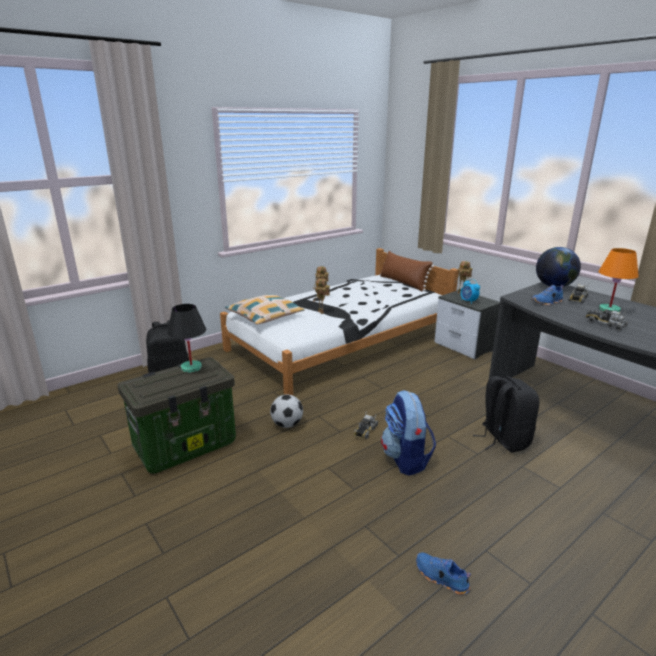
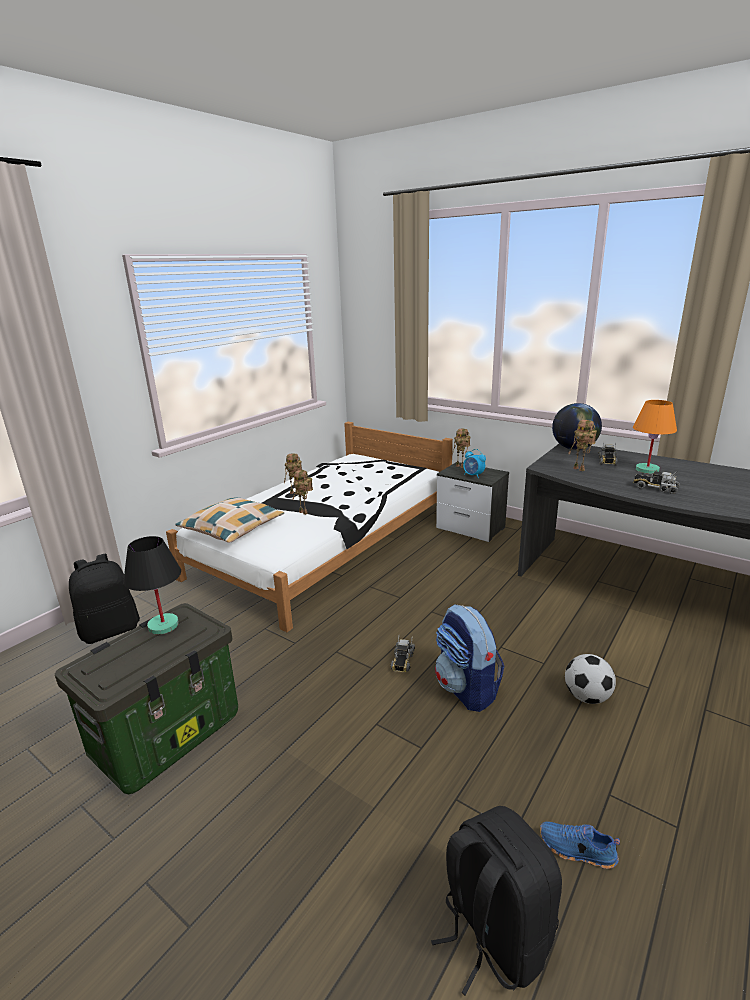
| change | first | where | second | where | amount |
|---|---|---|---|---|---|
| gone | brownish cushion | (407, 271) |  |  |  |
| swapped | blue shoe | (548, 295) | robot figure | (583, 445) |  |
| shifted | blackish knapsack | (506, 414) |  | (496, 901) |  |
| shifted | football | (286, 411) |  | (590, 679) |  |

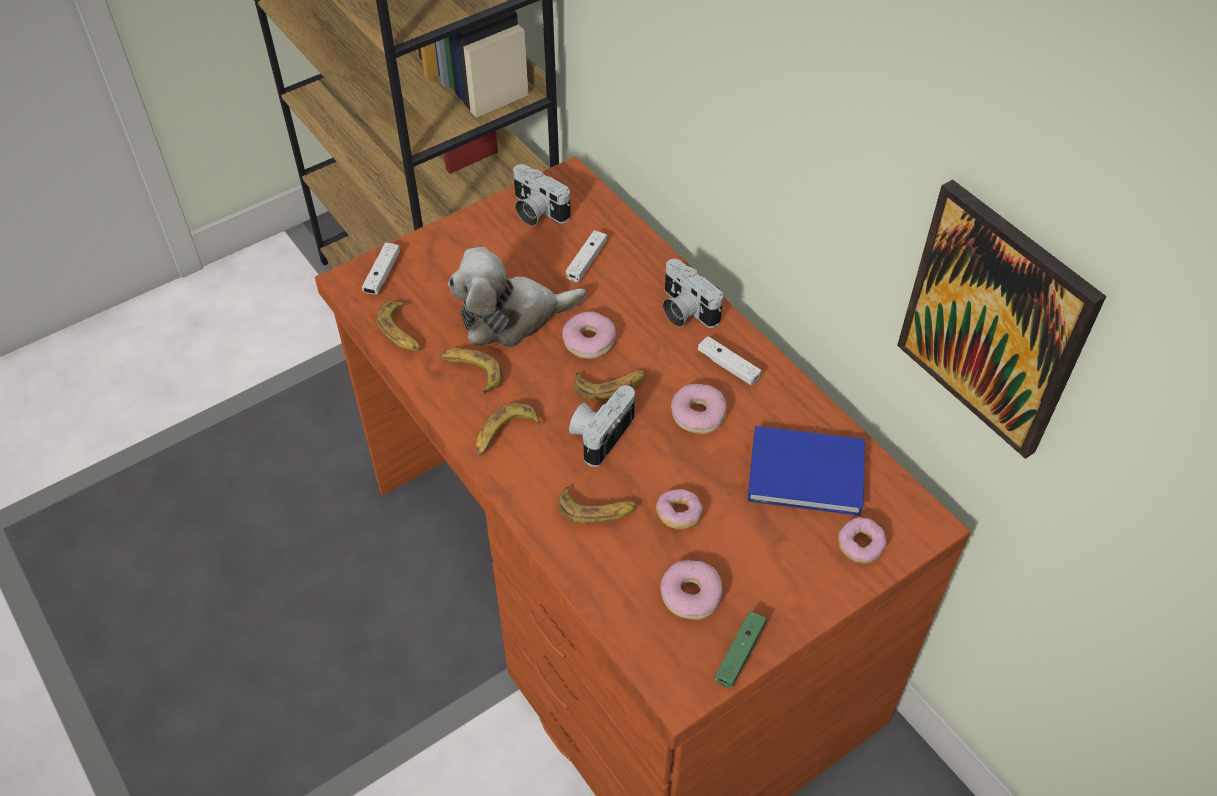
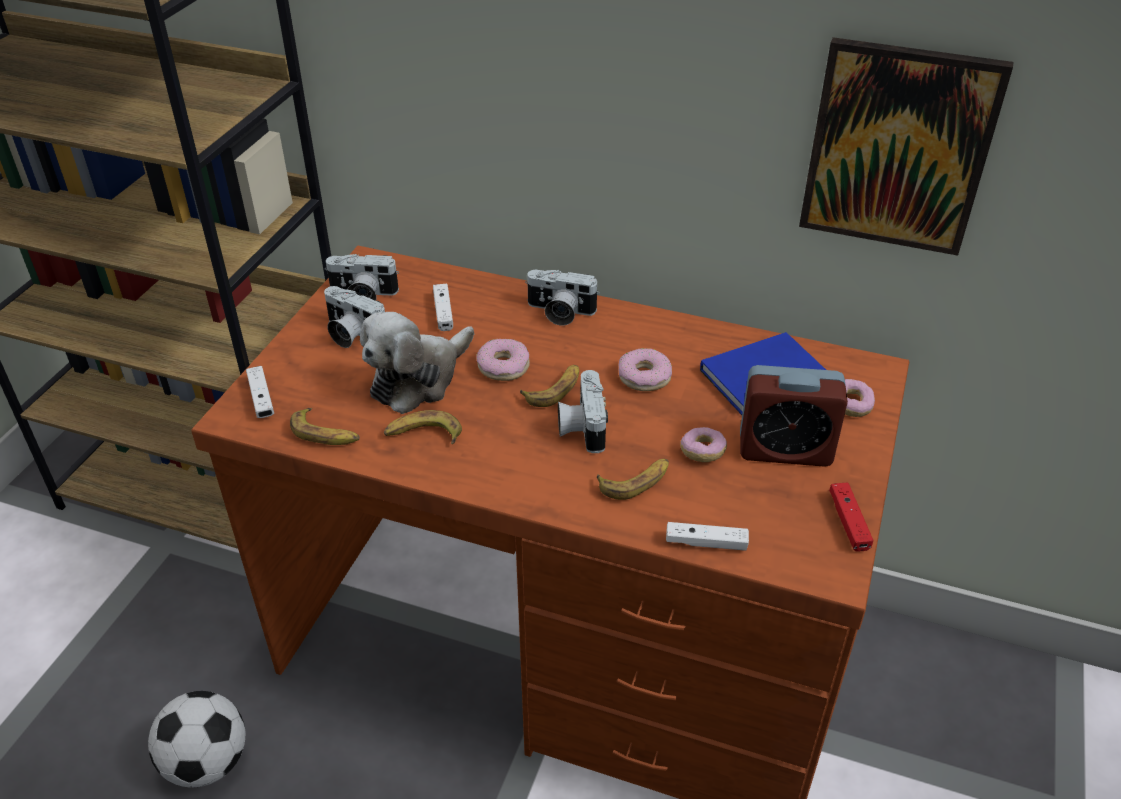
| change | first | where | second | where | amount |
|---|---|---|---|---|---|
| shifted | white joypad | (729, 361) |  | (707, 536) |  |
| gone | banana | (508, 429) |  |  |  |
| gone | donut | (691, 590) |  |  |  |
| repainted | greenish joypad | (741, 649) | reddish joypad | (851, 517) |  |
| new |  |  | still camera | (354, 317) |  |
| new |  |  | alarm clock | (794, 416) |  |
| new |  |  | football | (197, 739) |  |

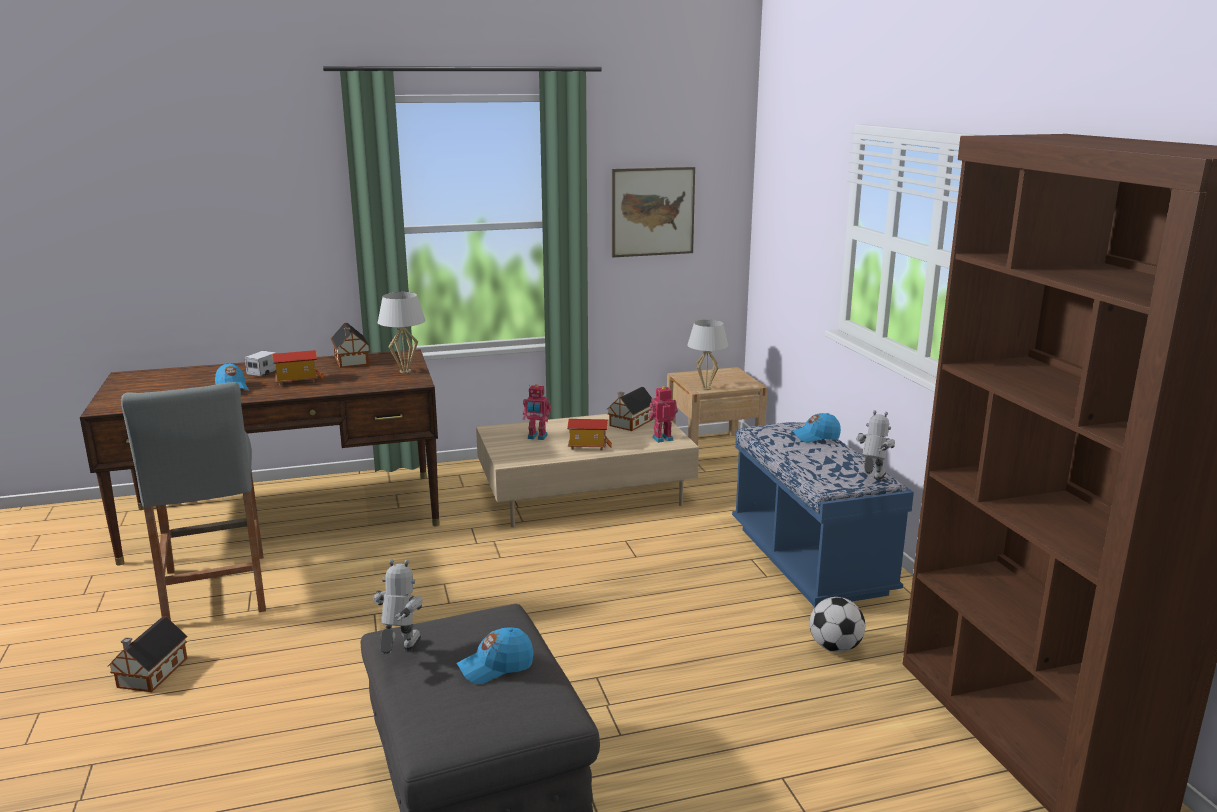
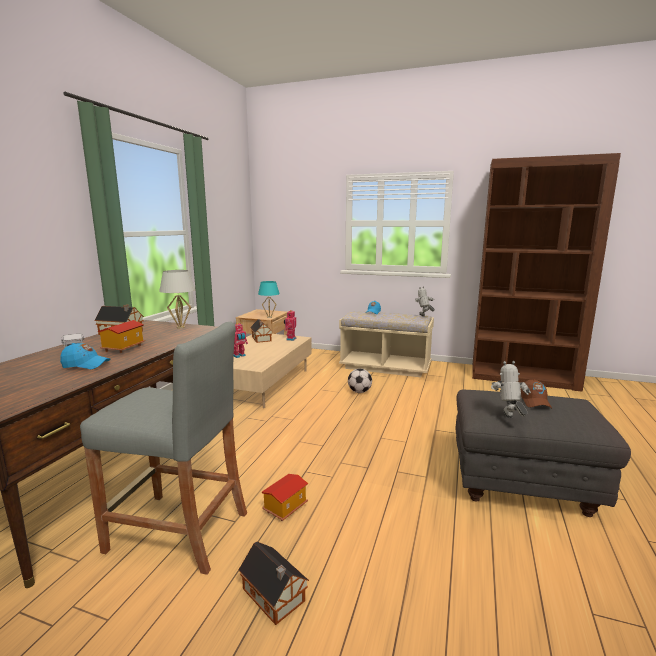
| change | first | where | second | where | amount |
|---|---|---|---|---|---|
| gone | picture | (653, 212) |  |  |  |
| repainted | white lamp for a table | (707, 355) | turquoise lamp for a table | (269, 299) |  |
| shifted | toy house | (589, 434) |  | (285, 497) |  |
| repainted | blue indoor bench | (823, 514) | sand-coloured indoor bench | (386, 344) |  |
| rotated | robot figure | (398, 607) |  | (511, 389) | 45 degrees clockwise |
| shifted | football | (837, 625) |  | (360, 381) |  |
| repainted | blue peaked cap | (495, 656) | brownish peaked cap | (536, 393) |  |

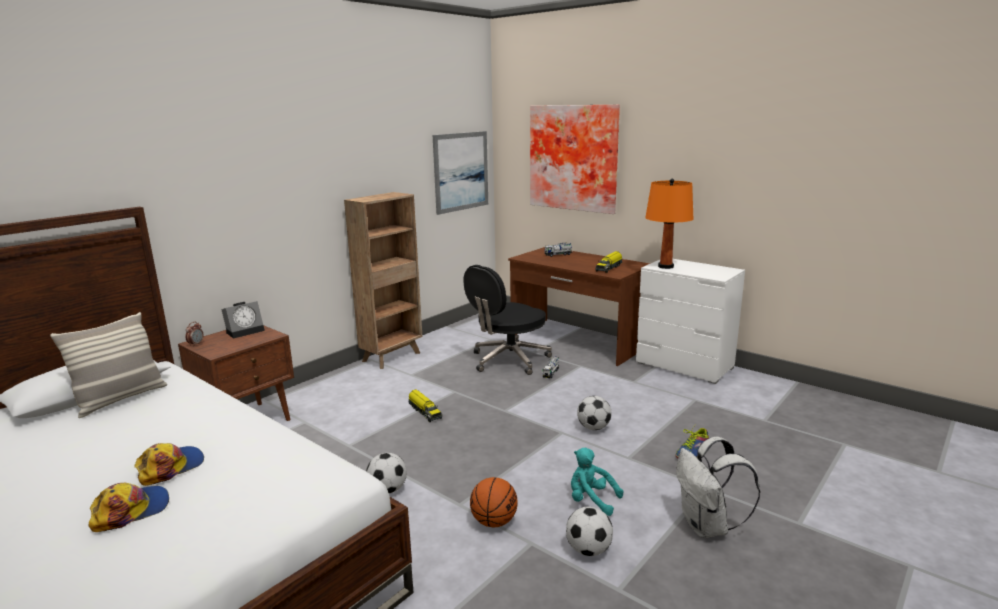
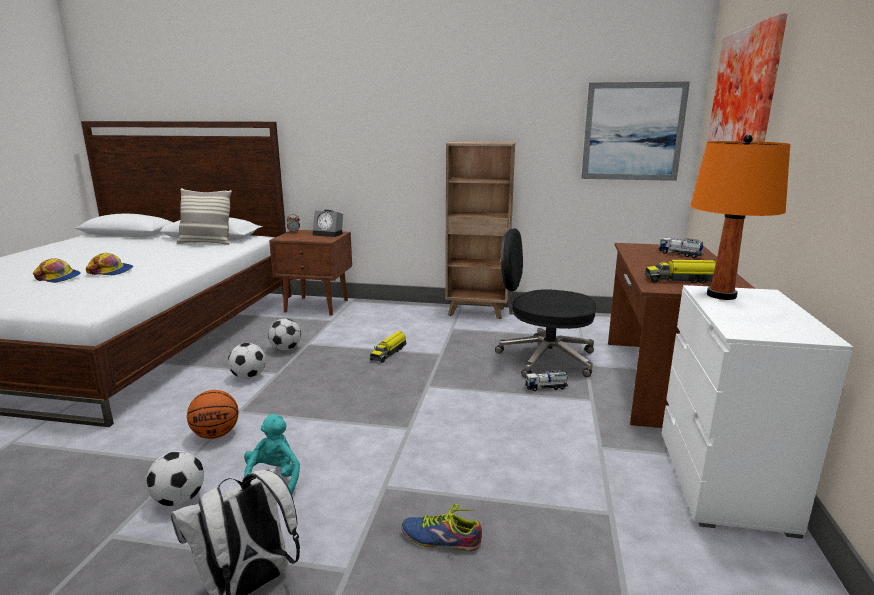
| change | first | where | second | where | amount |
|---|---|---|---|---|---|
| shifted | football | (594, 413) |  | (284, 335) |  |

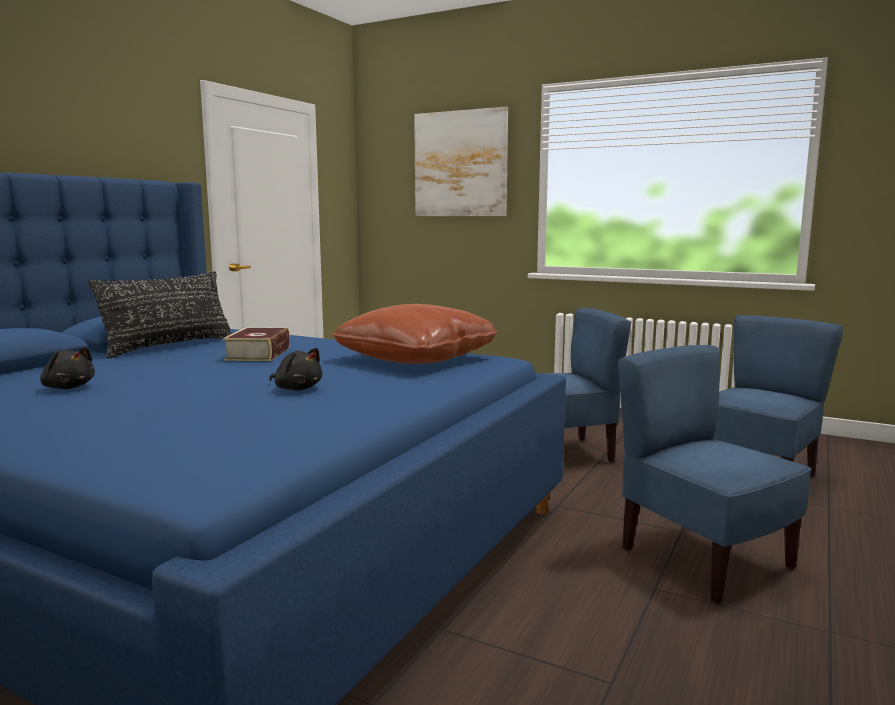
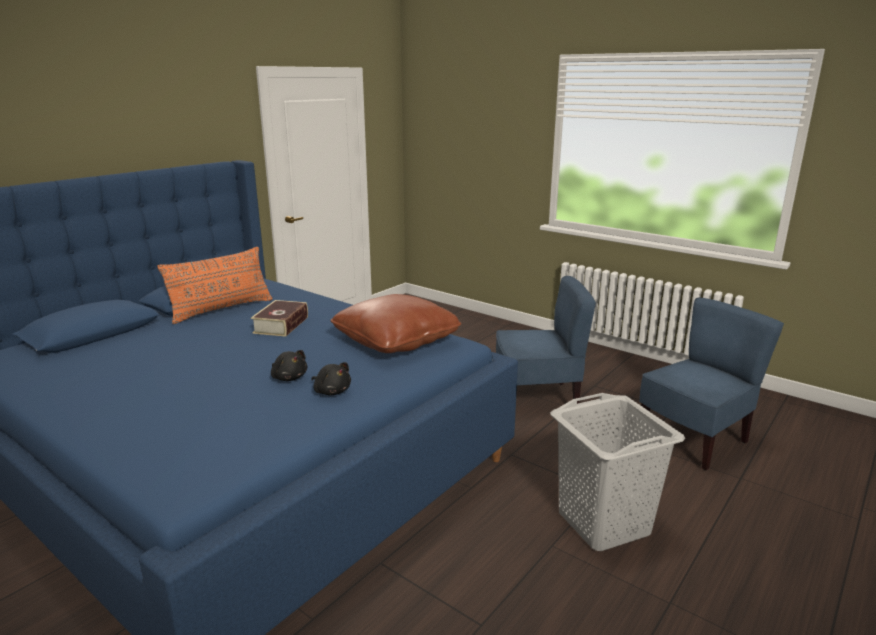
| change | first | where | second | where | amount |
|---|---|---|---|---|---|
| gone | picture | (461, 161) |  |  |  |
| repainted | blackish cushion | (160, 314) | orange-coloured cushion | (215, 285) |  |
| swapped | blue chair | (714, 474) | grey hamper | (617, 472) |  |
| shifted | blackish soft toy | (67, 368) |  | (331, 378) |  |

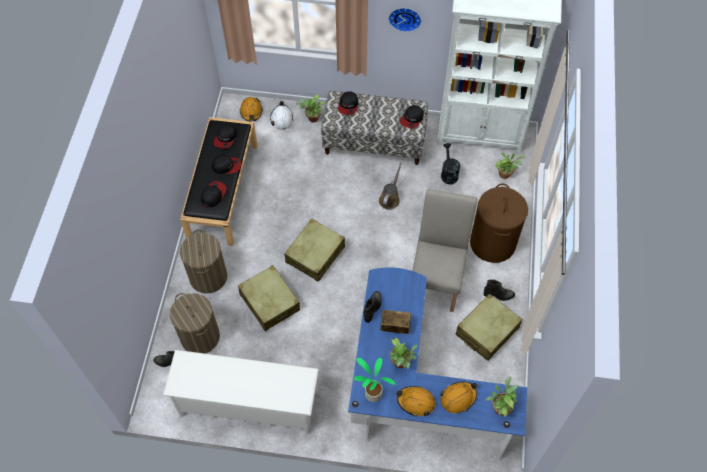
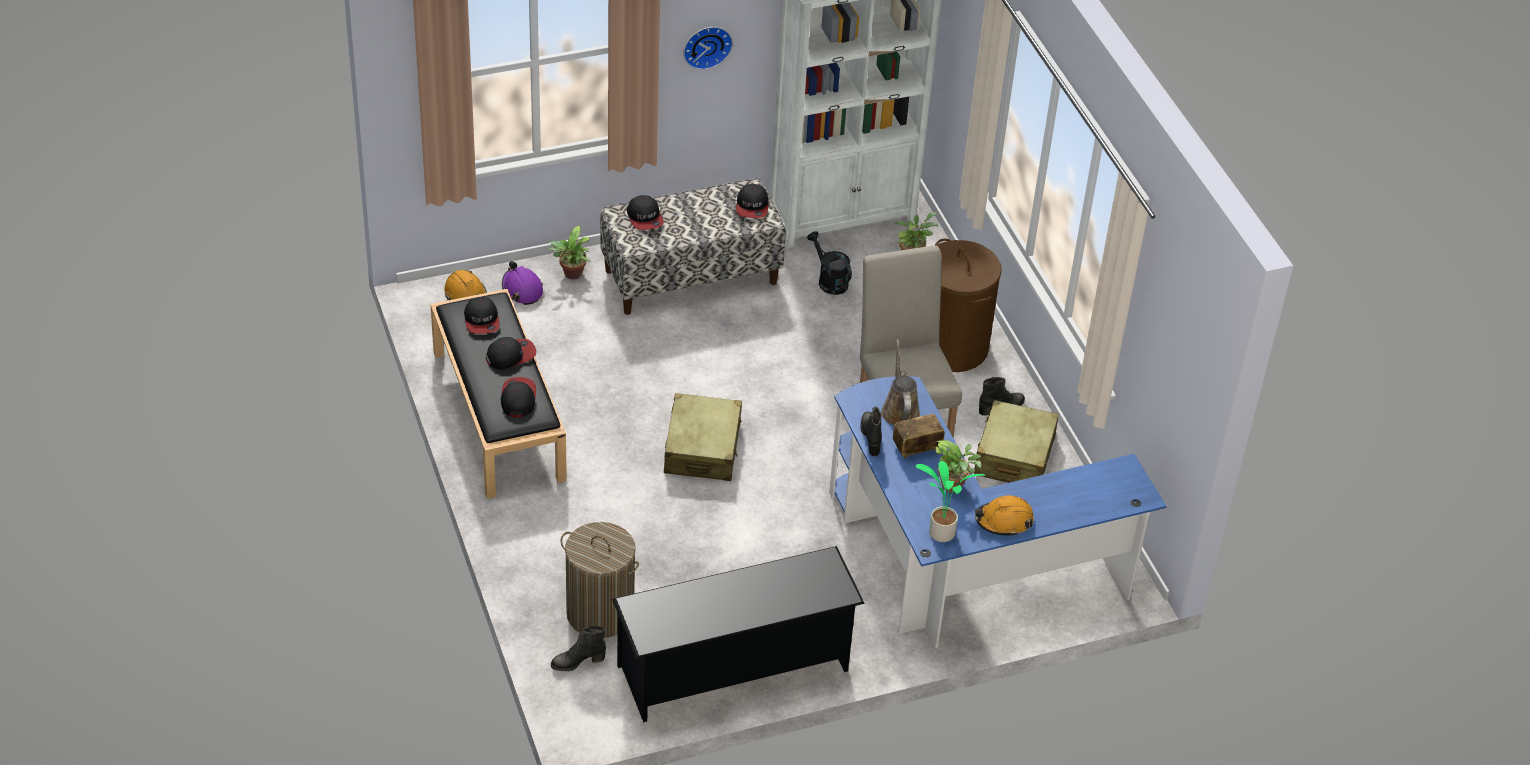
| change | first | where | second | where | amount |
|---|---|---|---|---|---|
| repainted | white hard hat | (281, 115) | purple-coloured hard hat | (522, 283) |  |
| shifted | brownish watering pot | (390, 186) |  | (900, 382) |  |
| gone | hamper | (203, 262) |  |  |  |
| gone | sand-coloured suitcase | (269, 298) |  |  |  |
| repainted | white shoe rack | (241, 392) | blackish shoe rack | (738, 634) |  |
| gone | plant in a pot | (502, 396) |  |  |  |
| gone | orange-coloured hard hat | (459, 397) |  |  |  |

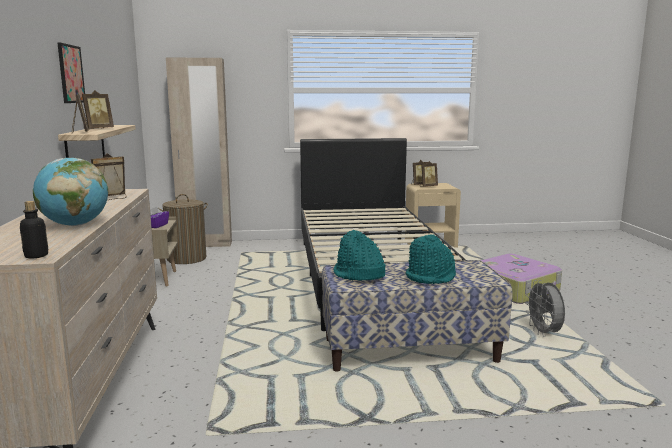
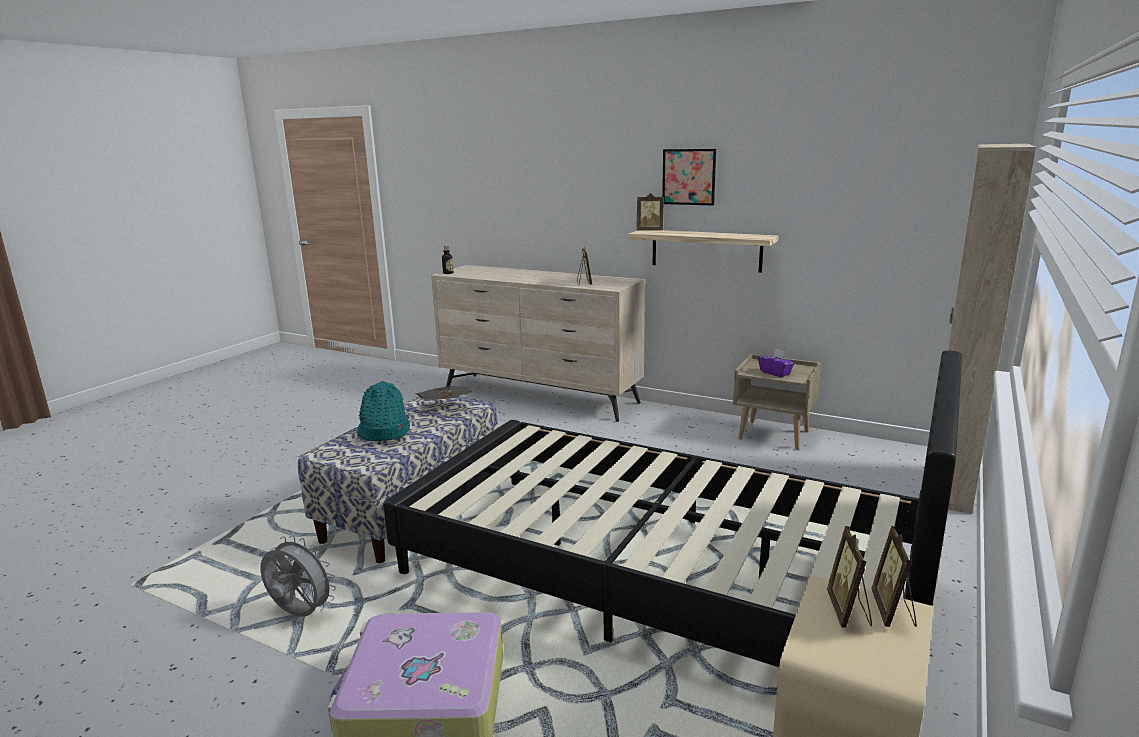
| change | first | where | second | where | amount |
|---|---|---|---|---|---|
| gone | standing frame | (98, 109) |  |  |  |
| gone | world globe | (70, 192) |  |  |  |
| gone | hamper | (183, 229) |  |  |  |
| swapped | turquoise hat | (360, 255) | newspaper | (443, 393) |  |

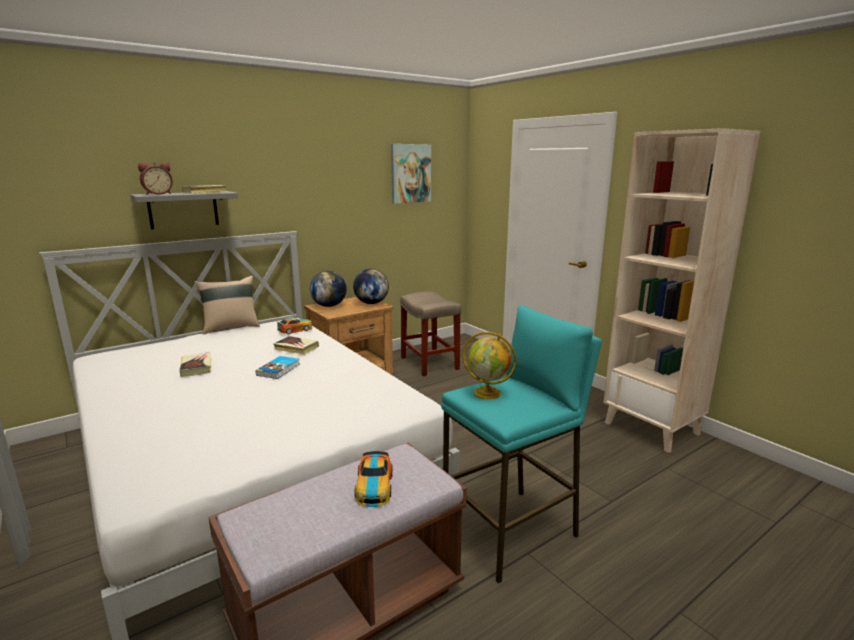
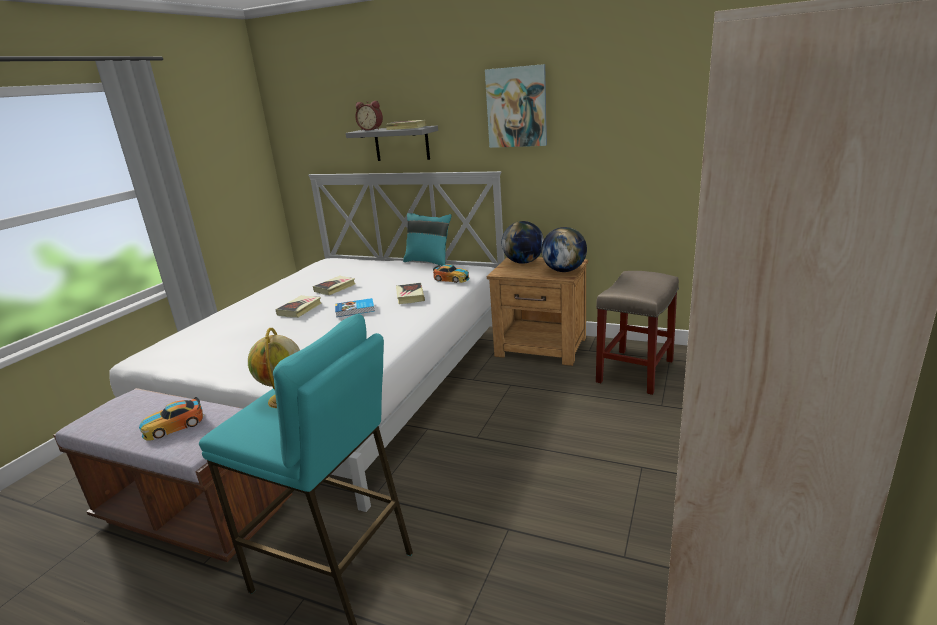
| change | first | where | second | where | amount |
|---|---|---|---|---|---|
| shifted | picture | (411, 174) |  | (516, 106) |  |
| repainted | sand-coloured cushion | (227, 305) | turquoise cushion | (427, 239) |  |
| new |  |  | volume | (298, 307) |  |

